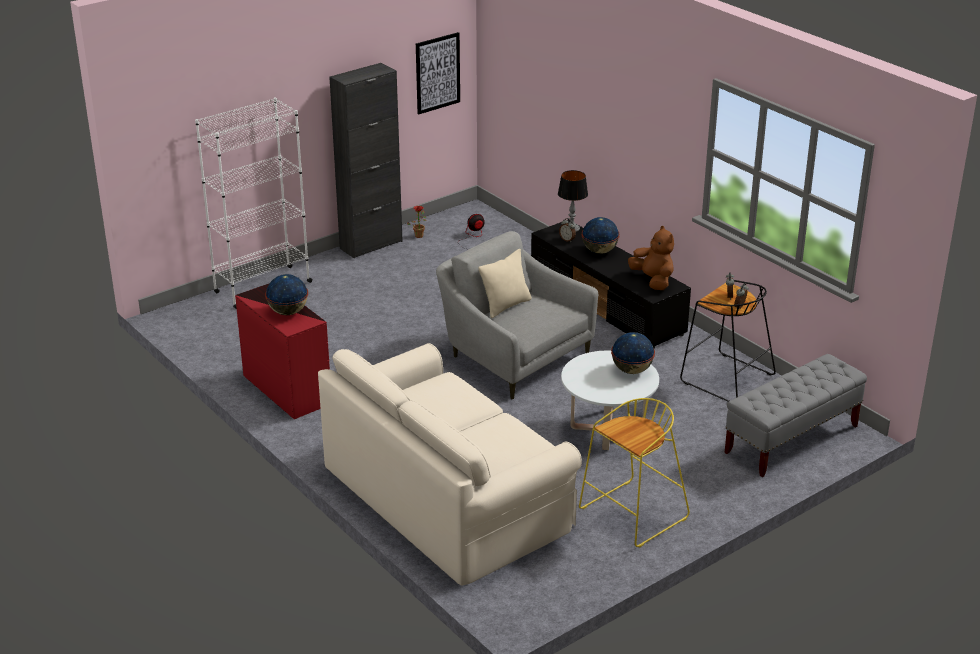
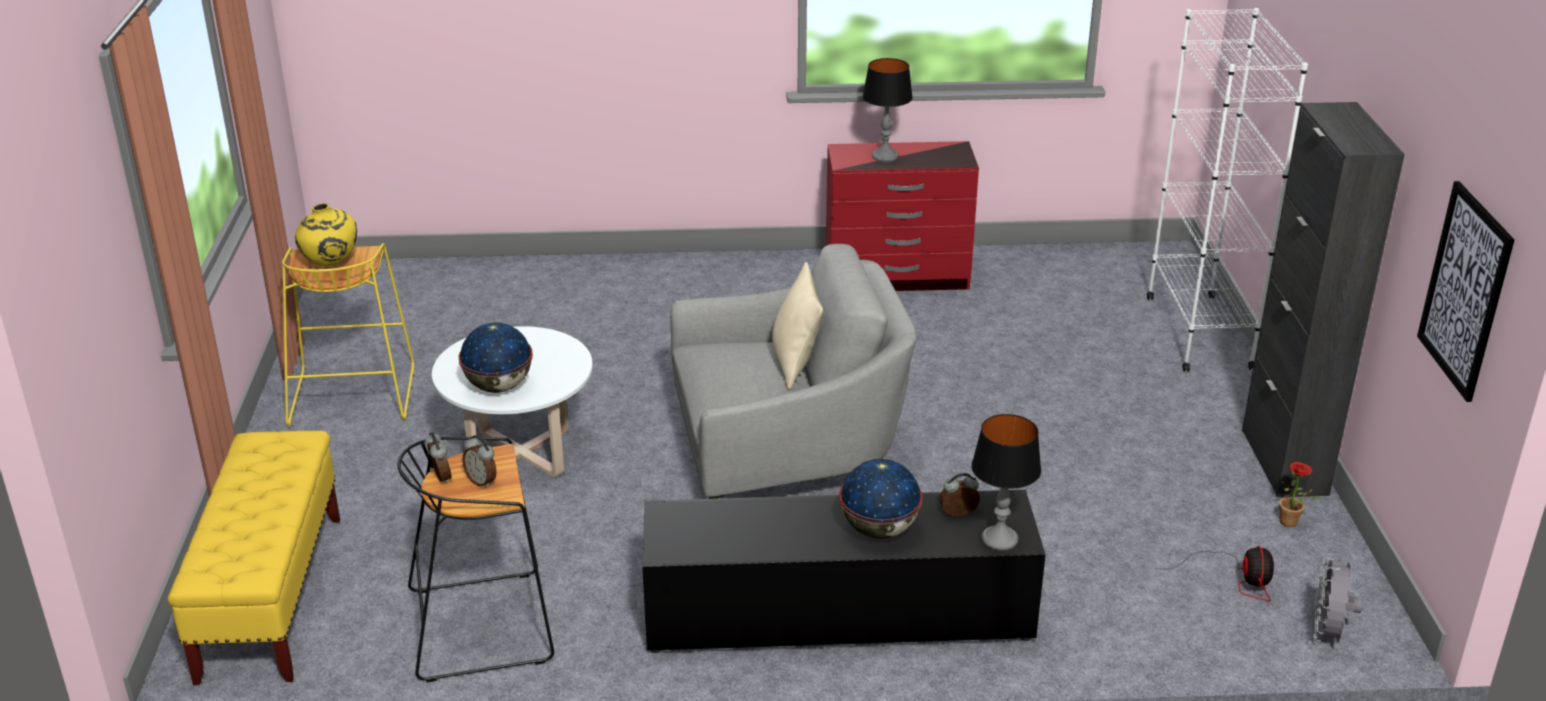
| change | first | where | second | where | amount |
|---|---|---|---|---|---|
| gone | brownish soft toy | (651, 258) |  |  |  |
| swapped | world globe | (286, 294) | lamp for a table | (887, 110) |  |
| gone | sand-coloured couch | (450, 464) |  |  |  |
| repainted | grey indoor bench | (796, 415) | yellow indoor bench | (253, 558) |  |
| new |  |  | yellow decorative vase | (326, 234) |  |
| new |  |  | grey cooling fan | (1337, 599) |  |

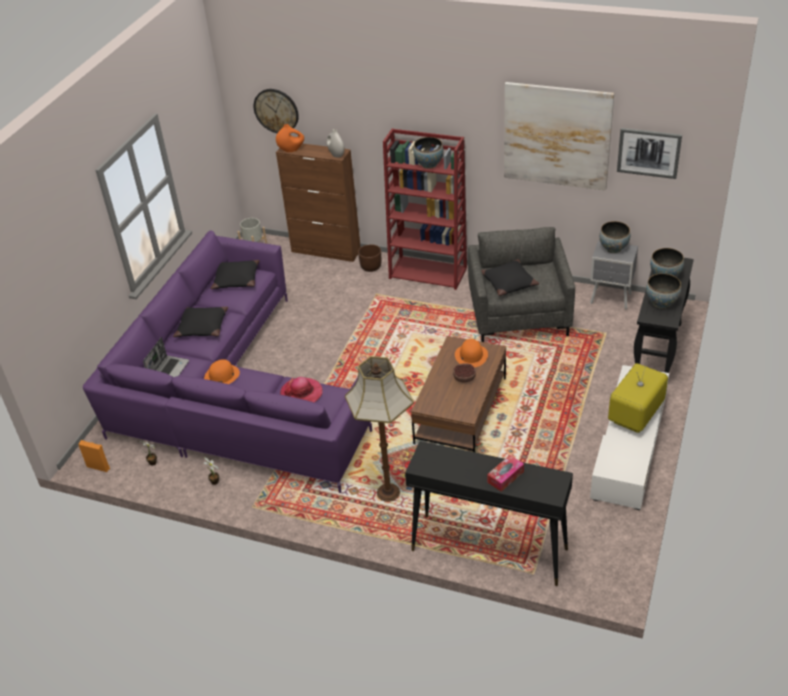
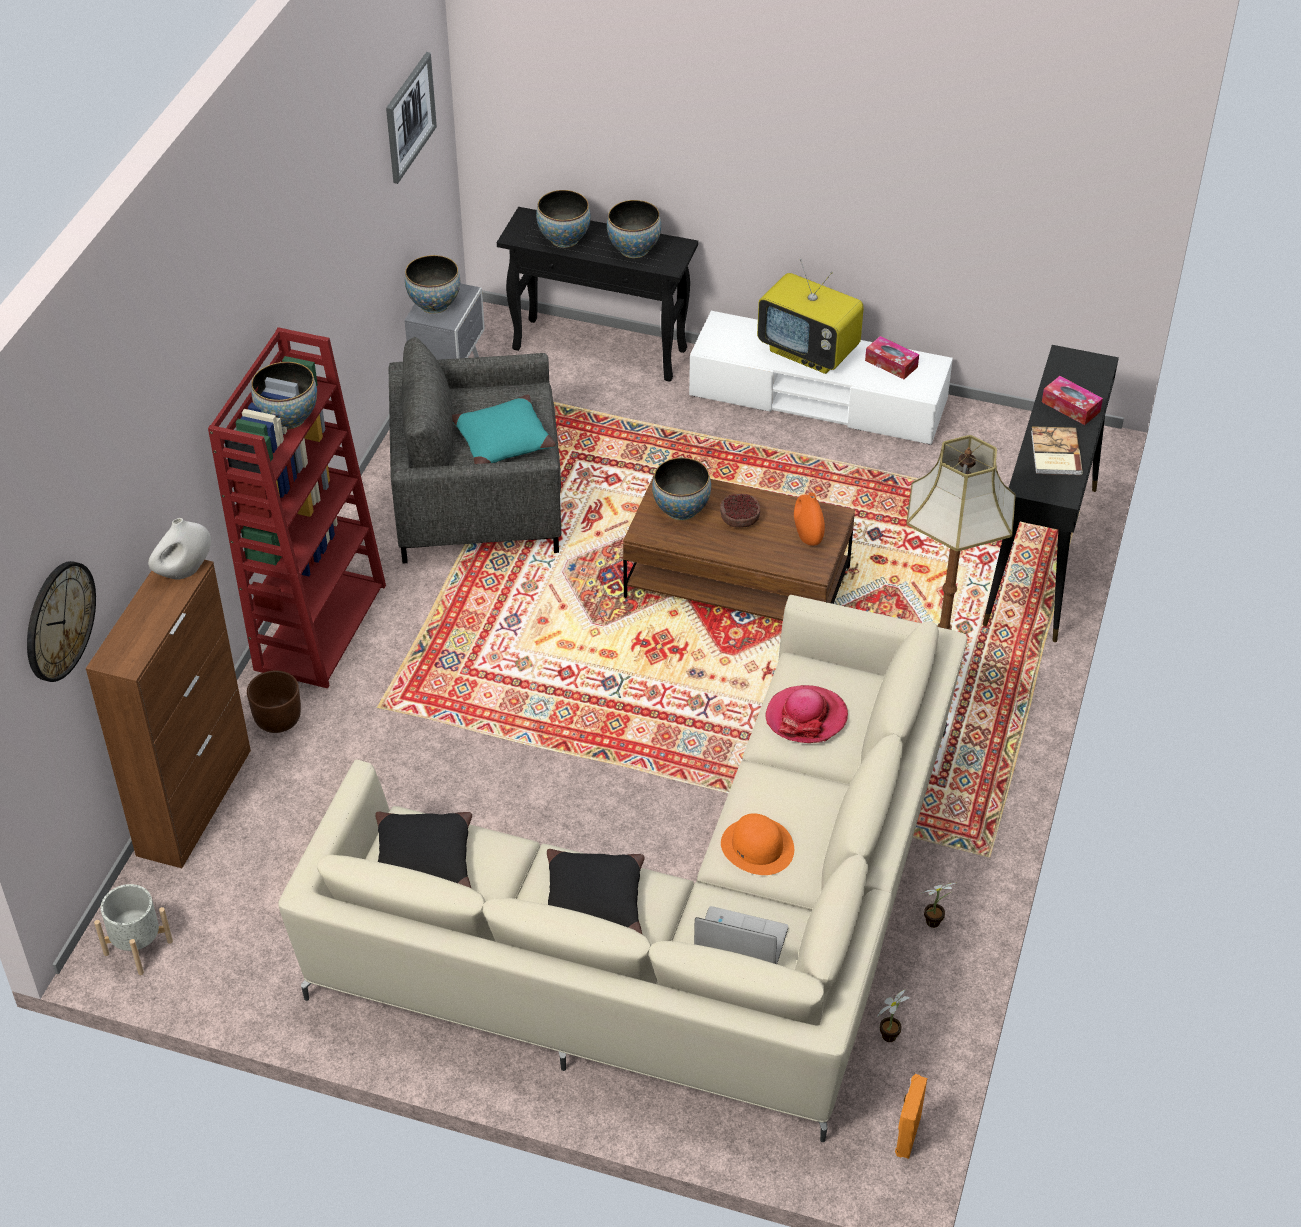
| change | first | where | second | where | amount |
|---|---|---|---|---|---|
| gone | picture | (559, 136) |  |  |  |
| shifted | orange-coloured decorative vase | (290, 138) |  | (809, 519) |  |
| repainted | purple-coloured couch | (227, 361) | sand-coloured couch | (622, 868) |  |
| repainted | blackish cushion | (510, 277) | turquoise cushion | (504, 429) |  |
| swapped | orange-coloured hat | (471, 353) | serving bowl | (681, 489) |  |
| new |  |  | box of tissues | (892, 357) |  |
| new |  |  | volume | (1057, 450) |  |

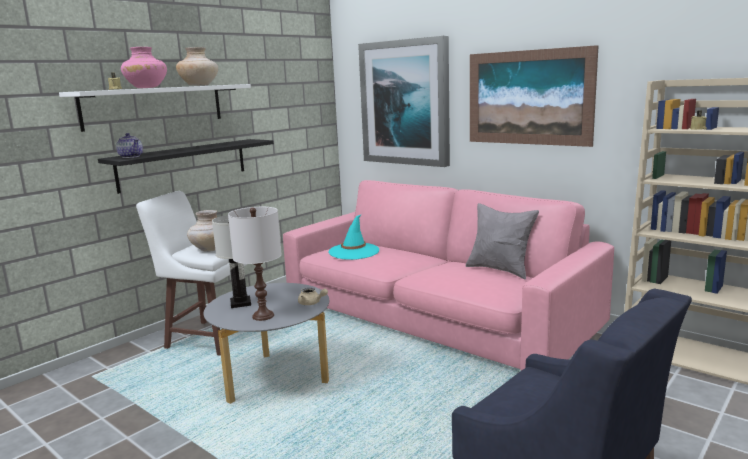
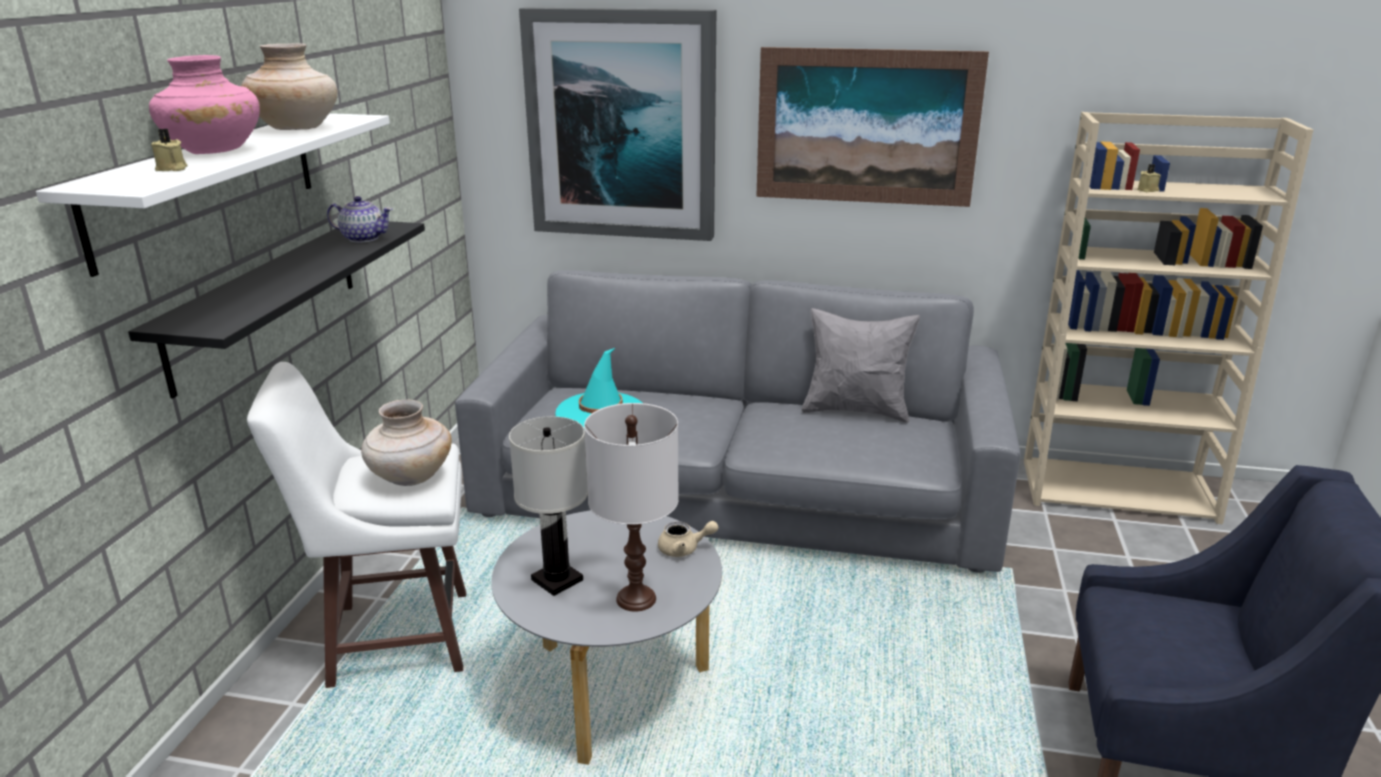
| change | first | where | second | where | amount |
|---|---|---|---|---|---|
| shifted | pot for tea | (129, 145) |  | (359, 219) |  |
| repainted | pink couch | (448, 275) | grey couch | (737, 421) |  |

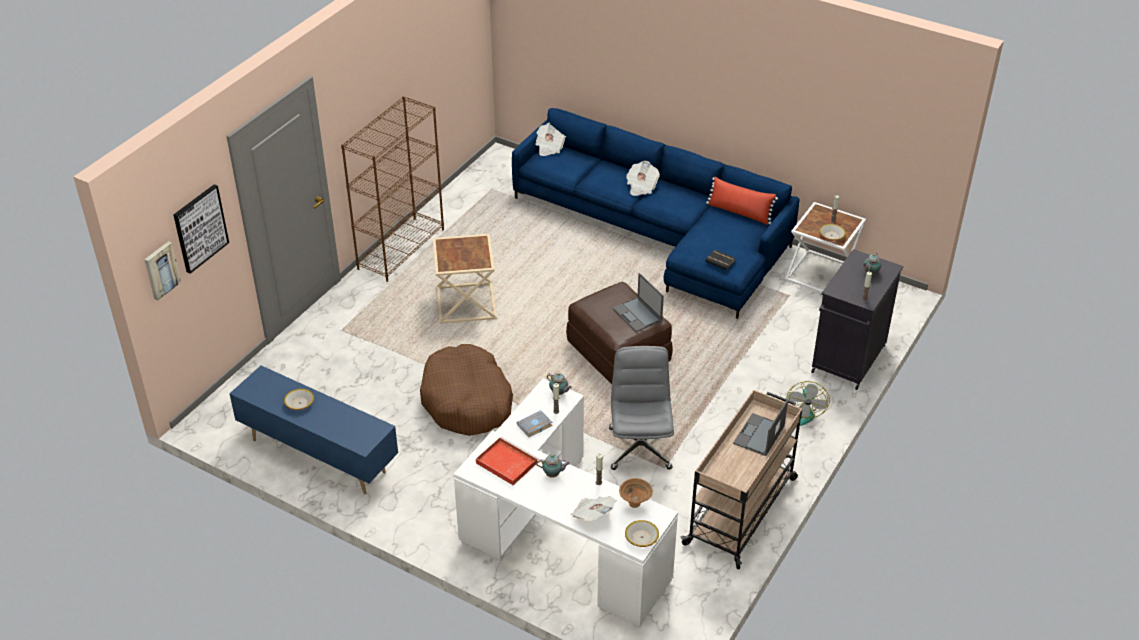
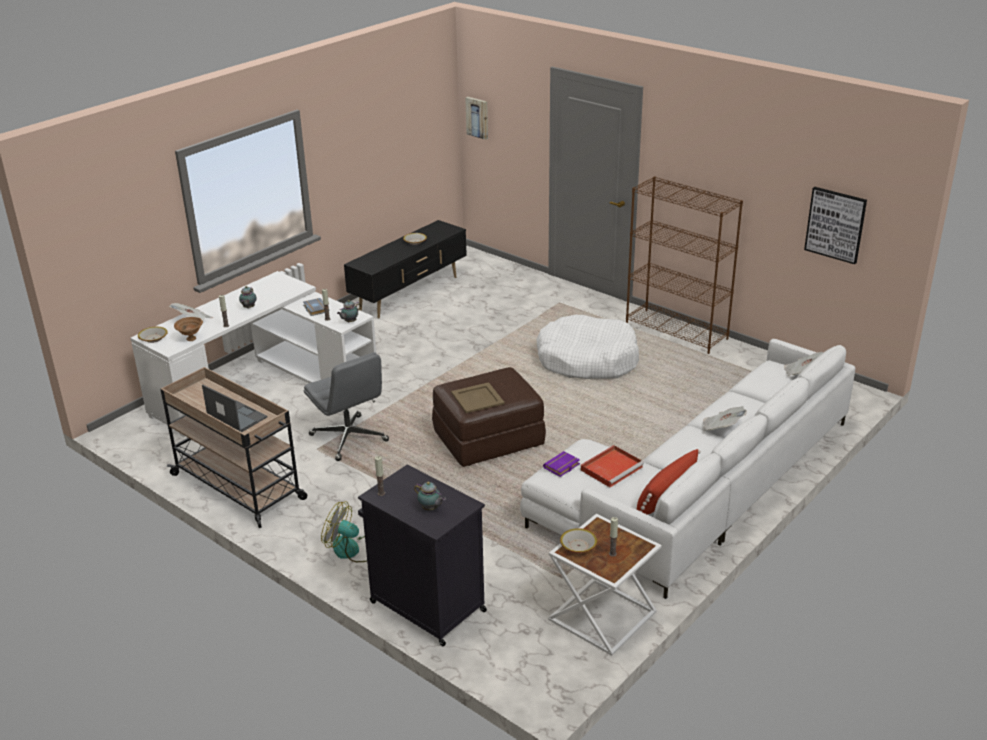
| change | first | where | second | where | amount |
|---|---|---|---|---|---|
| repainted | blue couch | (656, 213) | white couch | (687, 469) |  |
| shifted | picture | (201, 229) |  | (835, 225) |  |
| swapped | sand-coloured side table | (465, 279) | white pet bed | (587, 347) |  |
| repainted | blackish volume | (720, 260) | purple-coloured volume | (561, 464) |  |
| swapped | laptop | (638, 302) | sand-coloured tray | (478, 397) |  |
| gone | brownish pet bed | (466, 390) |  |  |  |
| rotated | grey desk chair | (641, 408) |  | (346, 406) | 45 degrees clockwise |
| repainted | blue tv stand | (314, 429) | blackish tv stand | (405, 269) |  |
| shifted | reddish tray | (507, 461) |  | (612, 466) |  |

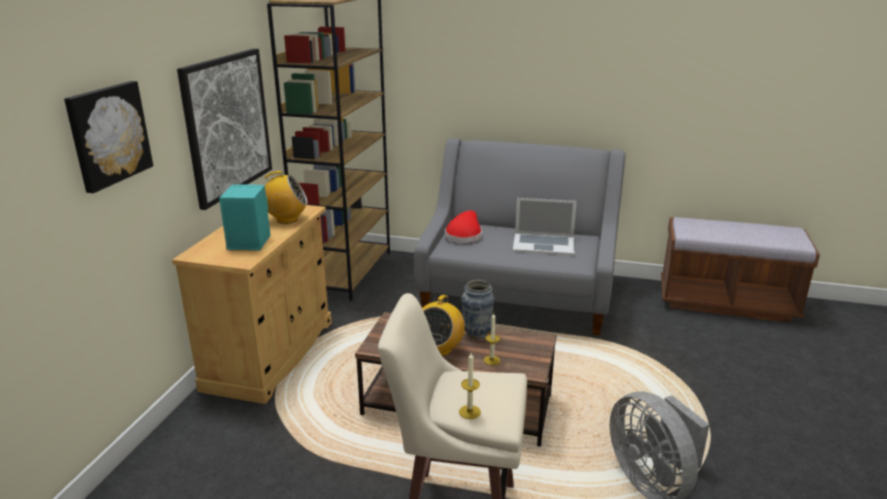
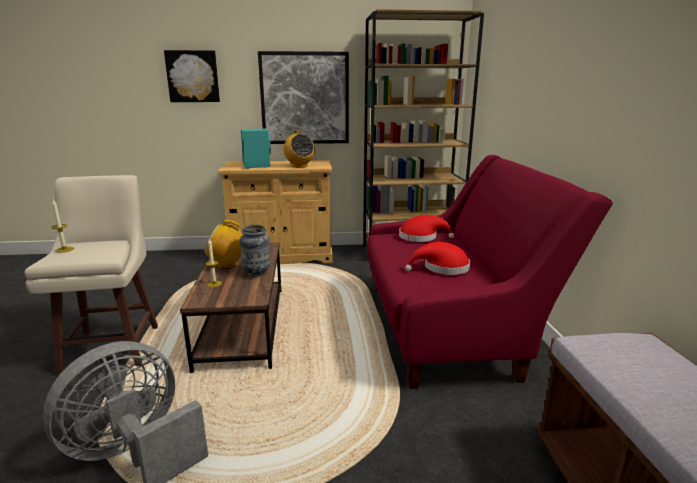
| change | first | where | second | where | amount |
|---|---|---|---|---|---|
| repainted | grey couch | (519, 236) | reddish couch | (490, 272) |  |
| swapped | laptop | (545, 227) | reddish hat | (437, 258) |  |

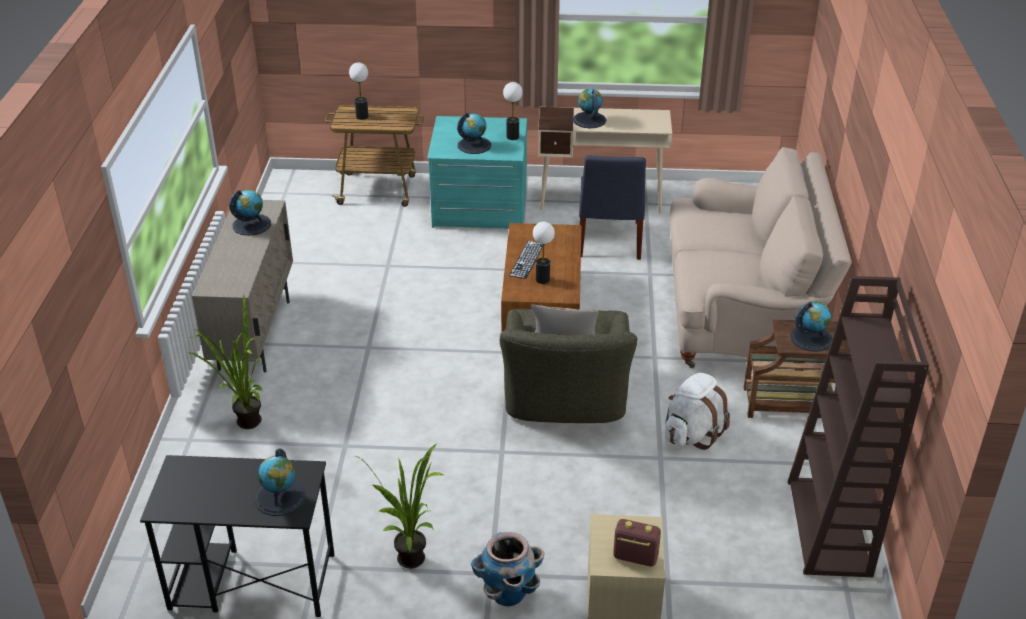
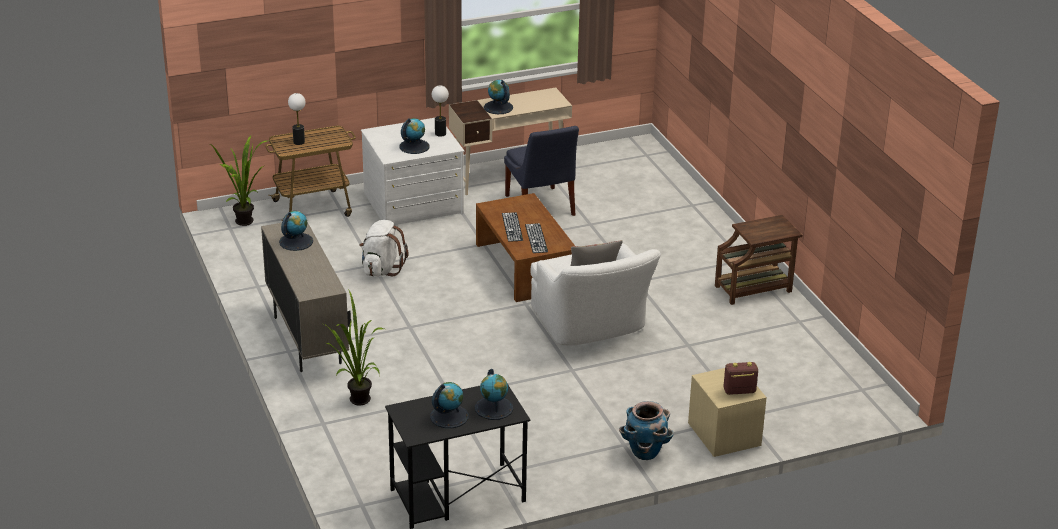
| change | first | where | second | where | amount |
|---|---|---|---|---|---|
| repainted | turquoise dresser | (477, 172) | white dresser | (412, 171) |  |
| gone | sand-coloured couch | (761, 257) |  |  |  |
| swapped | lamp for a table | (544, 253) | PC keyboard | (536, 238) |  |
| gone | brownish bookcase | (858, 426) |  |  |  |
| shifted | world globe | (811, 327) |  | (449, 405) |  |
| repainted | greenish lounge chair | (569, 366) | white lounge chair | (596, 294) |  |
| shifted | white knapsack | (697, 411) |  | (384, 248) |  |
| shifted | plant in a pot | (399, 506) |  | (239, 181) |  |

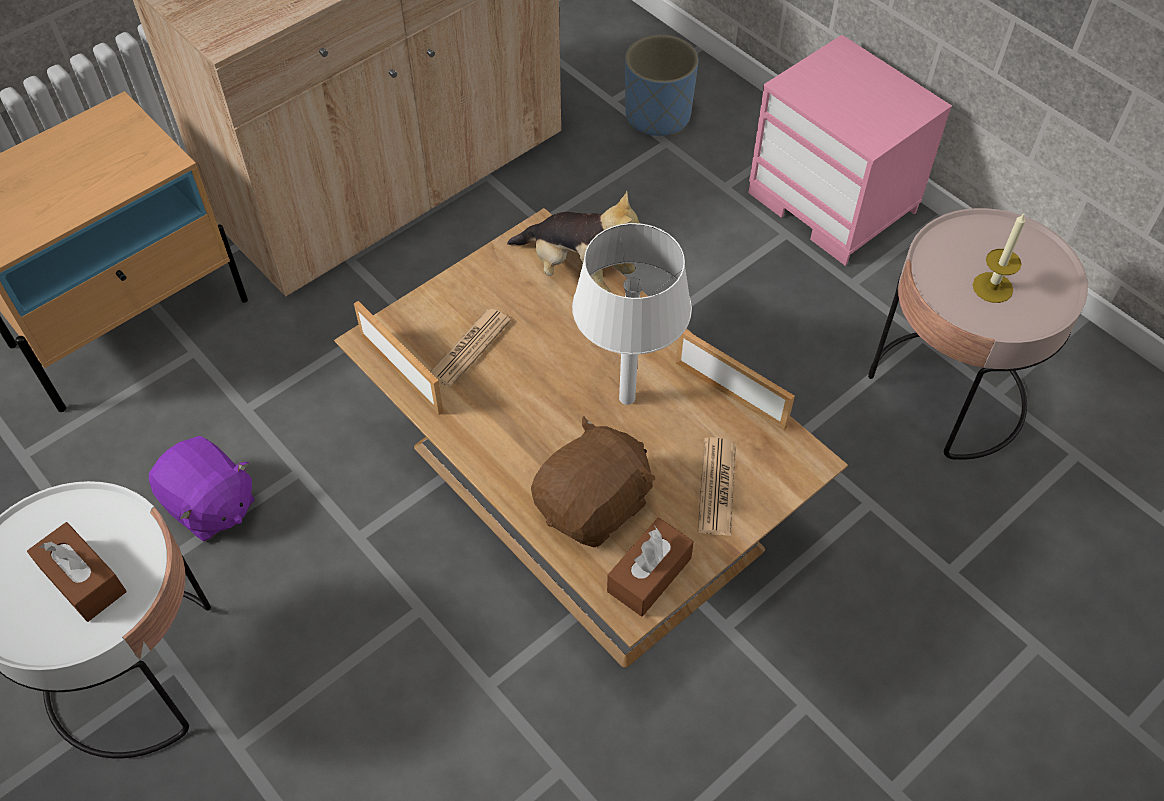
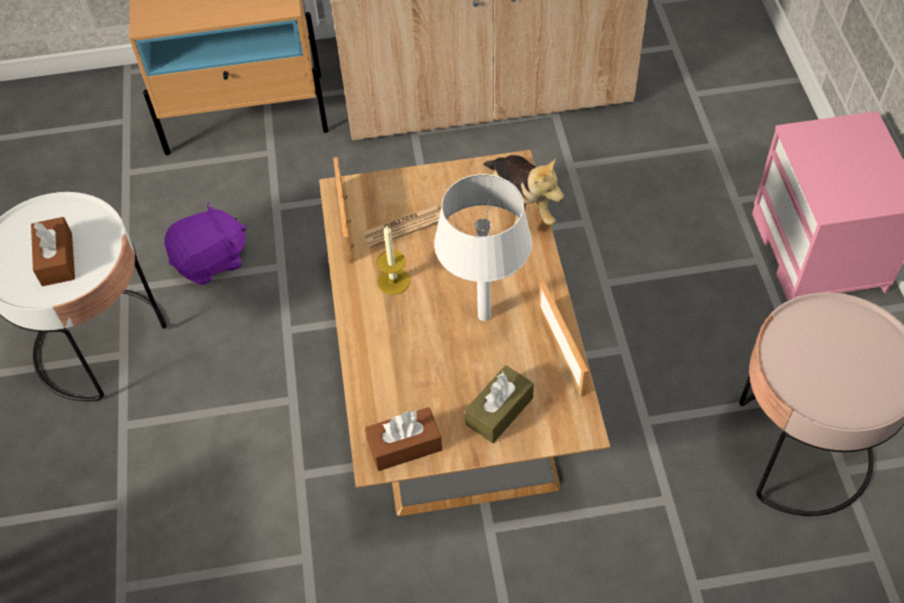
| change | first | where | second | where | amount |
|---|---|---|---|---|---|
| gone | blue flower pot | (661, 85) |  |  |  |
| shifted | wax candle | (999, 258) |  | (393, 259) |  |
| gone | brownish soft toy | (593, 481) |  |  |  |
| rotated | purple-coloured soft toy | (202, 489) |  | (206, 243) | 105 degrees counterclockwise |
| swapped | newspaper | (717, 486) | brownish box of tissues | (499, 404) |  |

